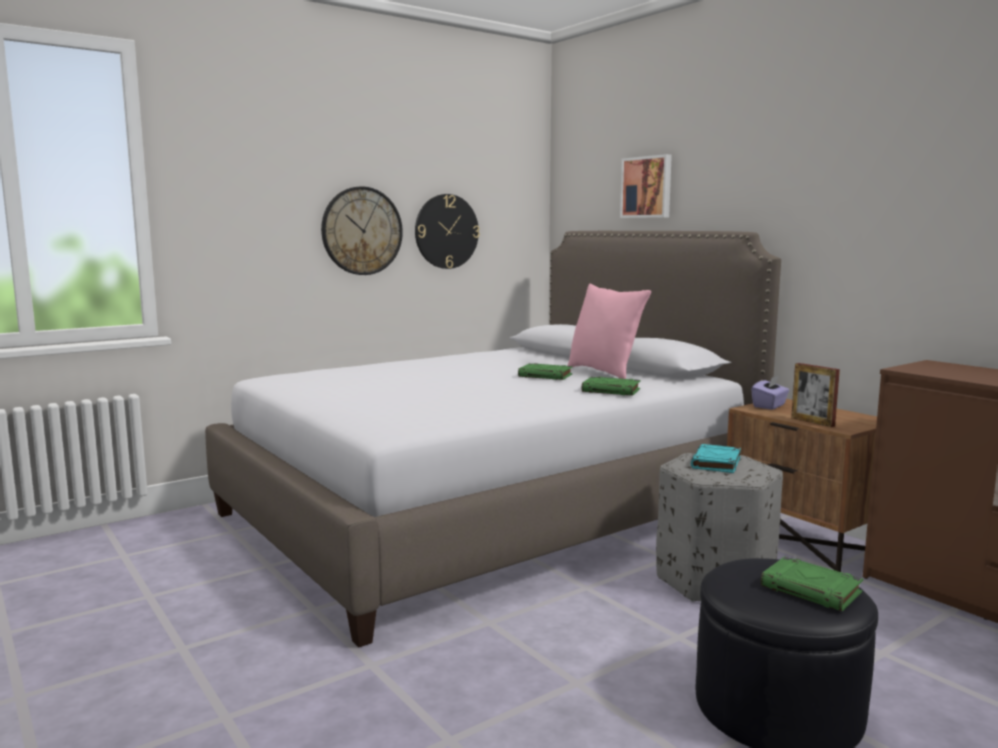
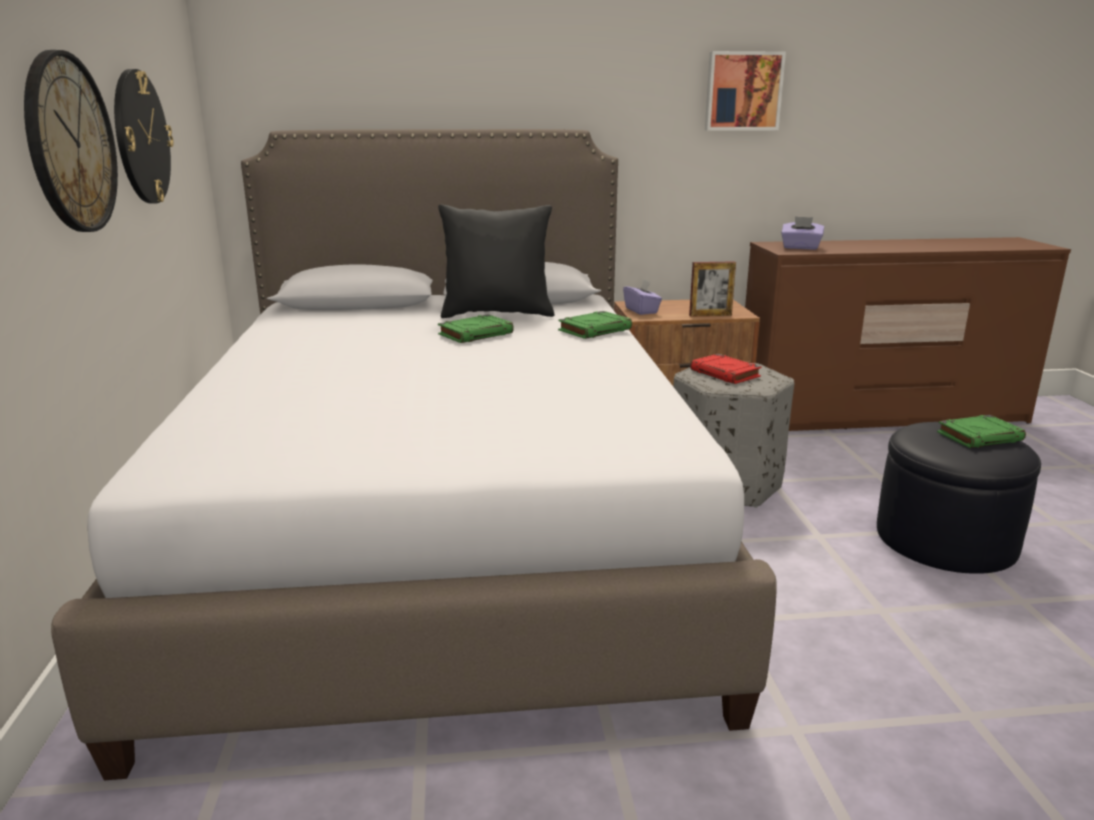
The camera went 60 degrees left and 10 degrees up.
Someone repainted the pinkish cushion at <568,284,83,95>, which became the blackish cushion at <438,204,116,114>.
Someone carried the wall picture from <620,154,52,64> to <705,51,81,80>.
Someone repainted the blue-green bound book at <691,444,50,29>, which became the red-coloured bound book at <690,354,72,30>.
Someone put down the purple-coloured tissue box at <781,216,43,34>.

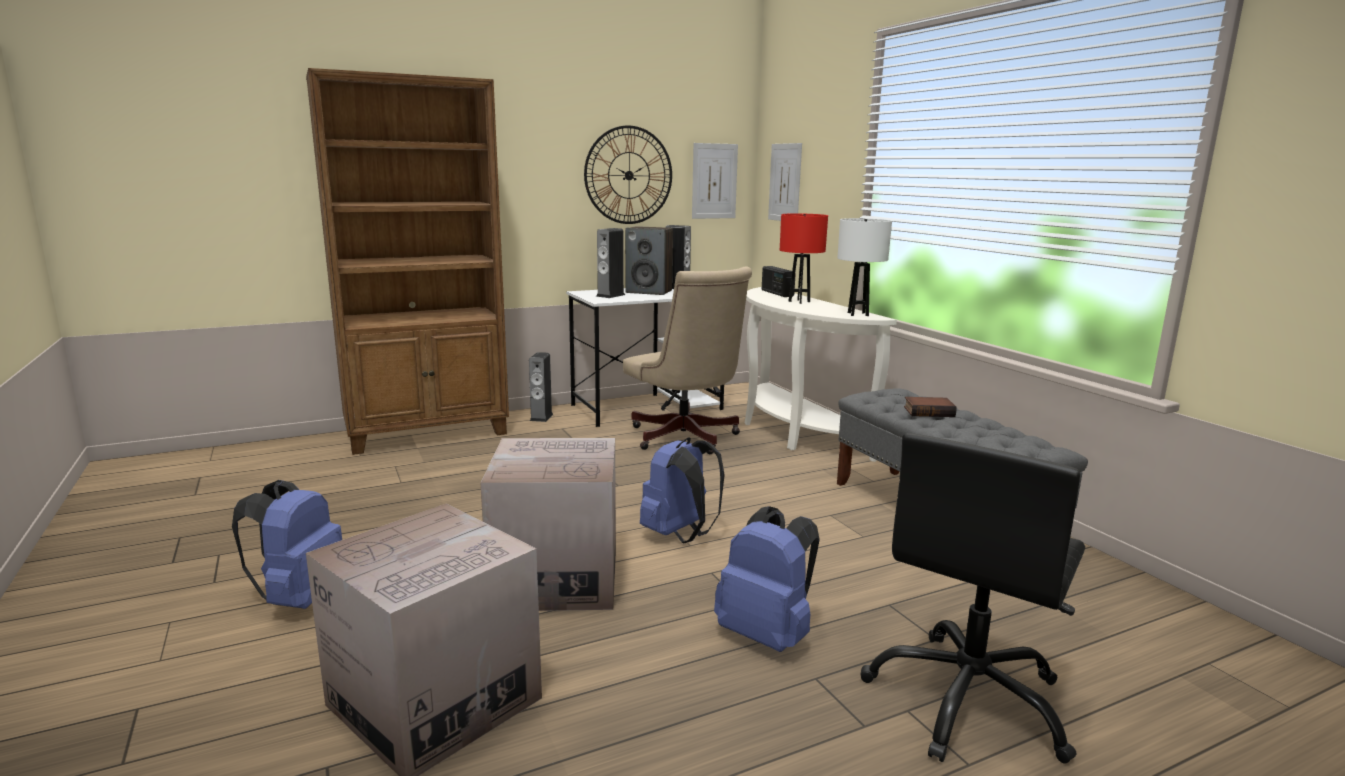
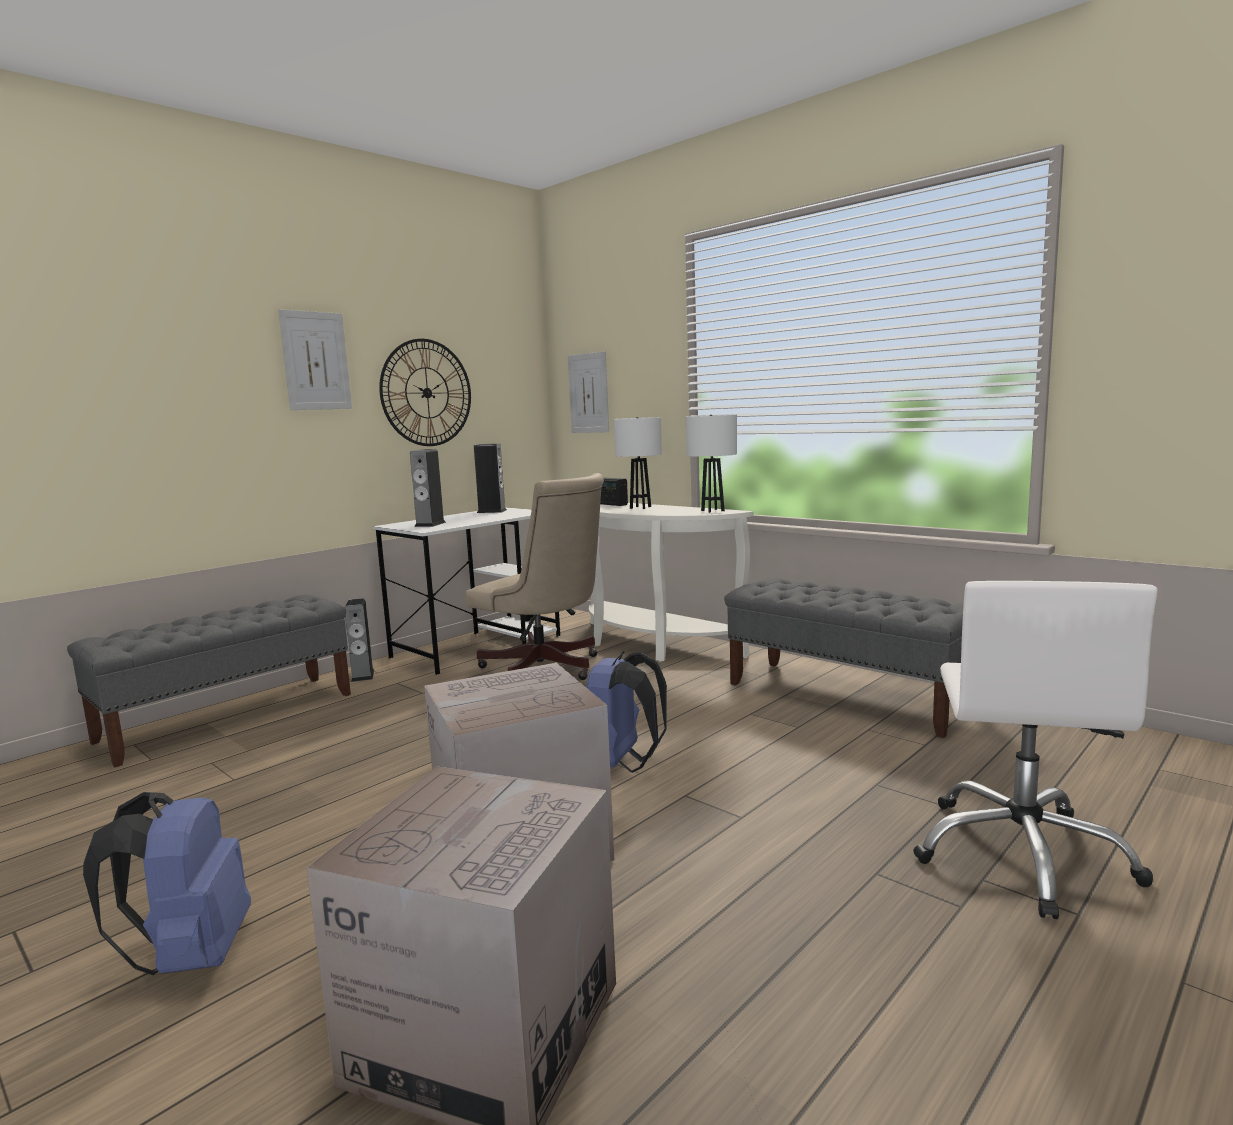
The camera went 20 degrees left and 5 degrees down.
Someone swapped the brownish bookcase at <306,68,203,387> for the greyish indoor bench at <67,595,284,172>.
Someone took away the speaker at <625,226,48,69>.
Someone carried the wall picture from <692,143,46,76> to <278,310,74,100>.
Someone took away the bluish knapsack at <714,506,106,146>.
Someone repainted the red-coloured lamp for a table at <780,213,48,91>, which became the white lamp for a table at <613,417,49,92>.
Someone repainted the blackish office chair at <861,433,224,330>, which became the white office chair at <913,581,245,338>.
Someone took away the bound book at <904,397,52,20>.

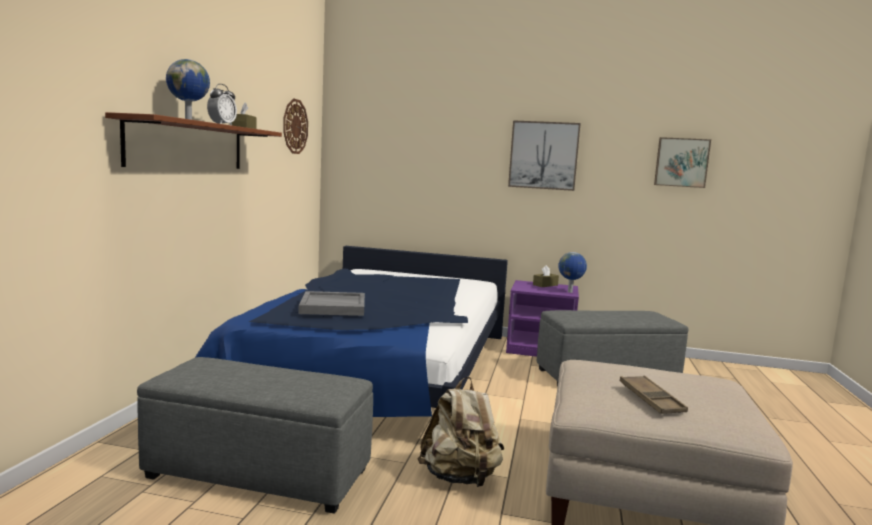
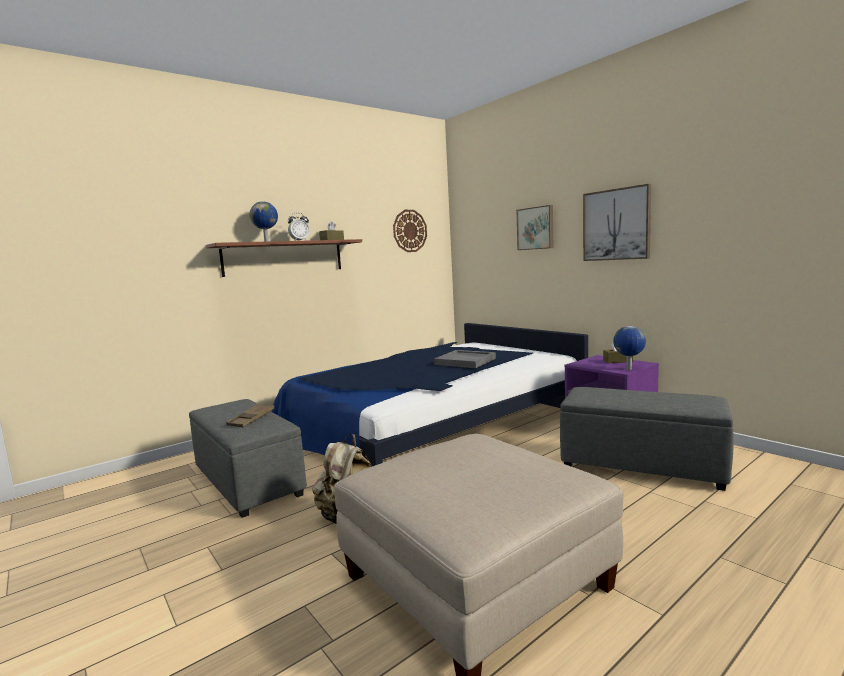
The camera went 40 degrees right and 0 degrees up.
Someone carried the greyish carrying tray from <298,291,67,25> to <434,350,62,18>.
Someone carried the brownish carrying tray from <620,376,68,38> to <226,404,48,23>.
Someone carried the wall picture from <654,137,57,51> to <517,205,36,45>.

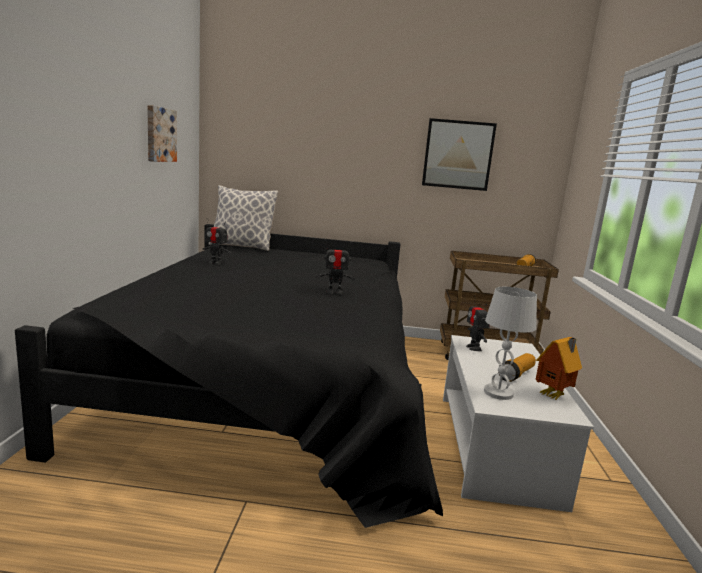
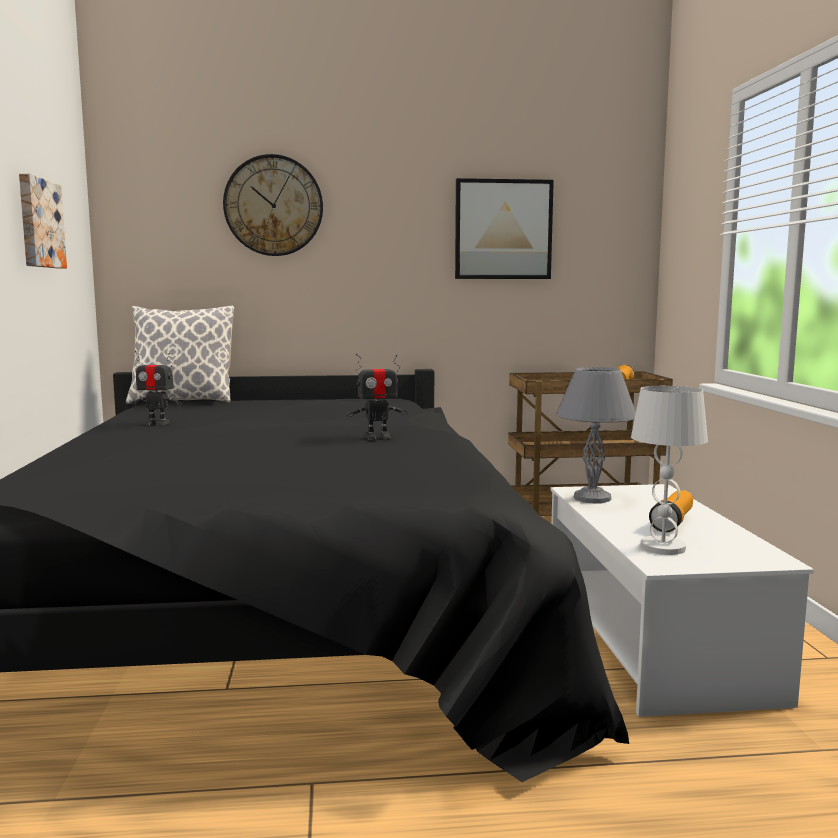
The camera went 10 degrees left and 5 degrees down.
Someone swapped the robot figure at <466,298,24,53> for the greyish lamp for a table at <556,367,80,136>.
Someone took away the miniature house at <536,337,46,63>.
Someone put up the clock on the wall at <223,154,100,102>.

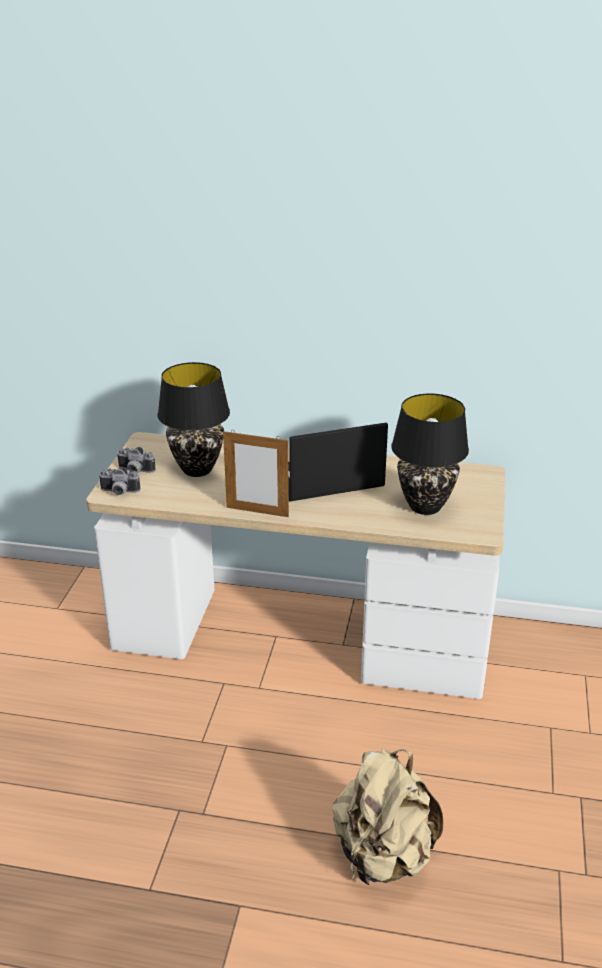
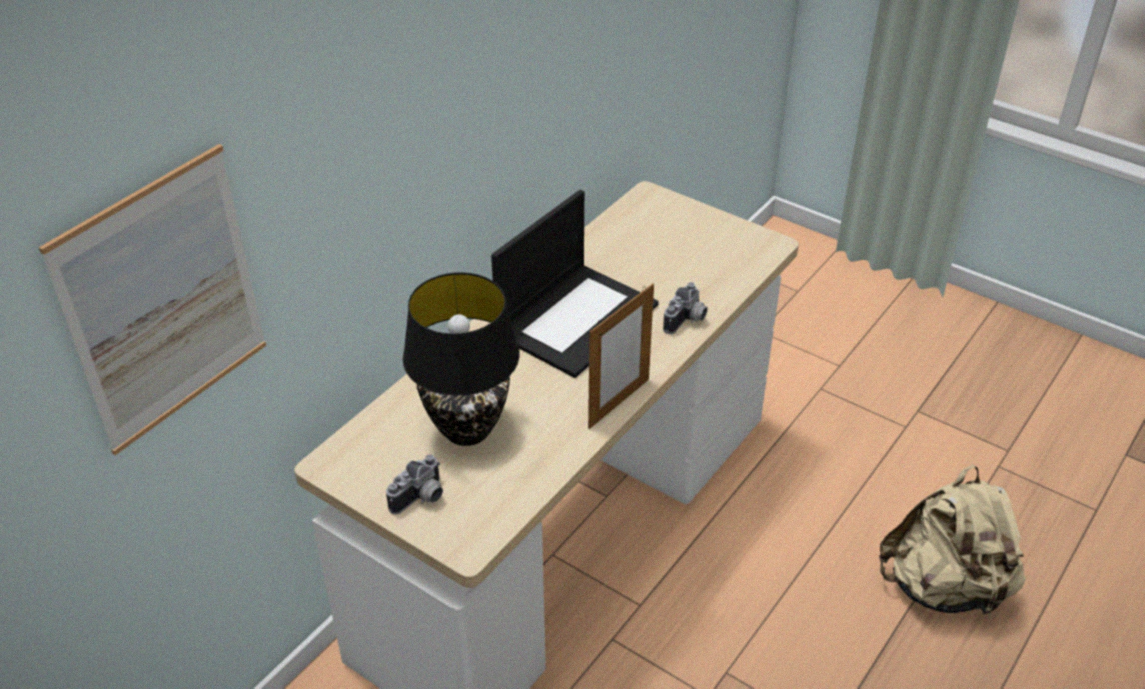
The camera went 65 degrees left and 10 degrees up.
Someone carried the photo camera from <98,467,42,28> to <663,282,45,52>.
Someone rotated the notebook computer at <288,423,100,78> by 150 degrees counterclockwise.
Someone took away the blackish lamp for a table at <391,393,78,122>.
Someone put up the wall picture at <39,144,227,311>.

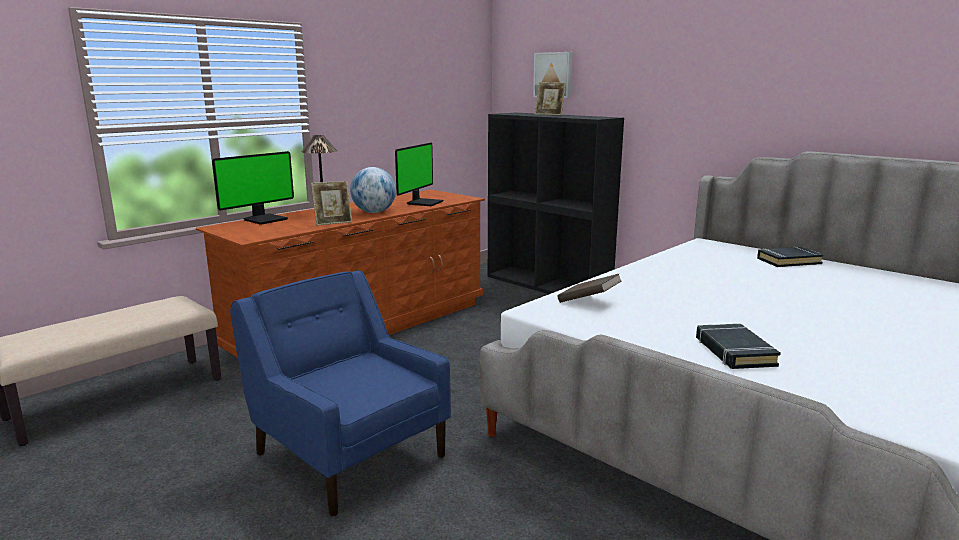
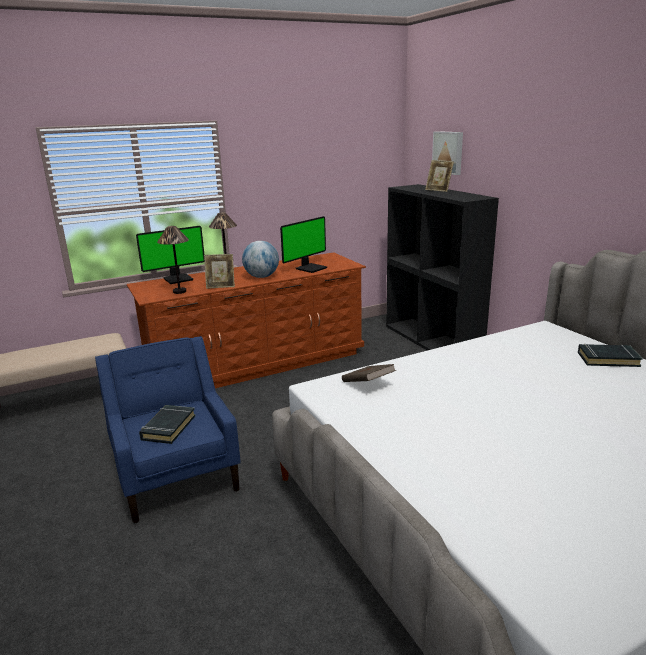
The camera went 20 degrees right and 5 degrees up.
Someone carried the blackish bound book from <696,324,85,45> to <139,405,56,39>.
Someone put down the lamp for a table at <157,226,32,68>.

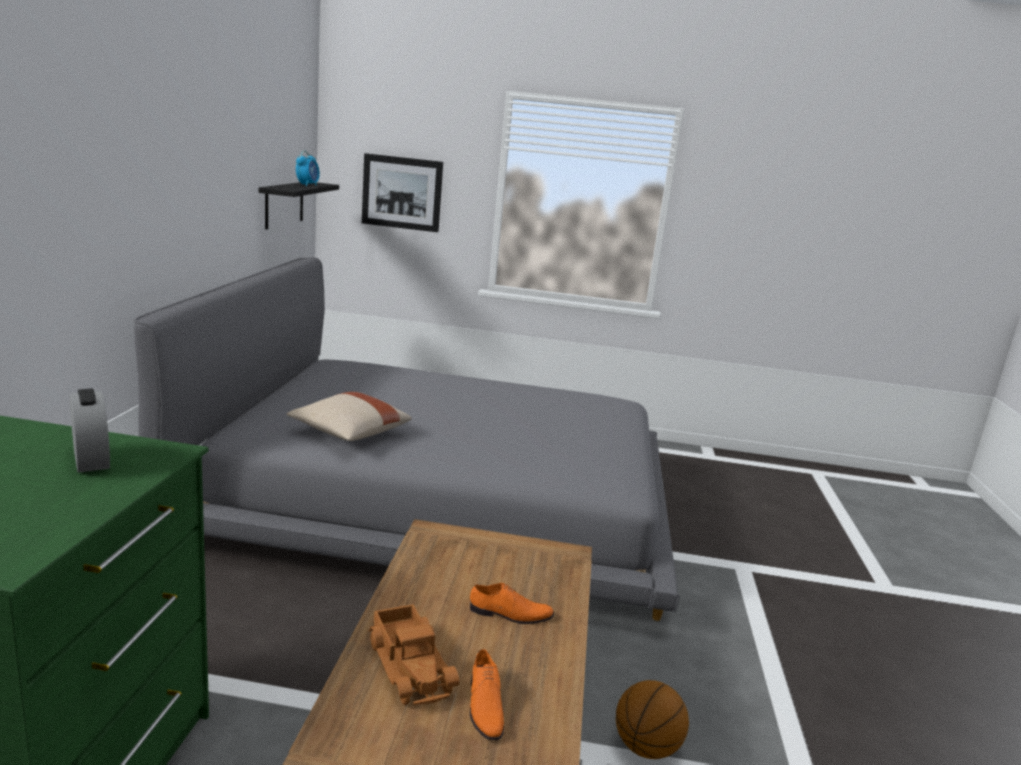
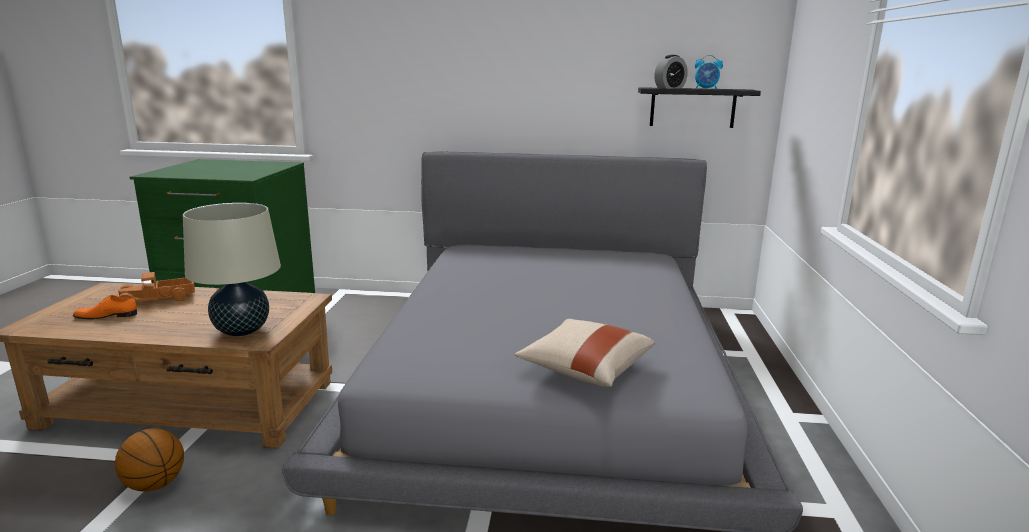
The camera went 90 degrees right and 0 degrees up.
Someone carried the table clock from <70,388,40,85> to <654,55,34,34>.
Someone carried the beige cushion from <287,392,125,49> to <515,319,140,68>.
Someone took away the wall picture at <362,153,81,79>.
Someone took away the orangey low shoe at <470,583,84,41>.
Someone put down the beige lamp for a table at <183,203,98,133>.

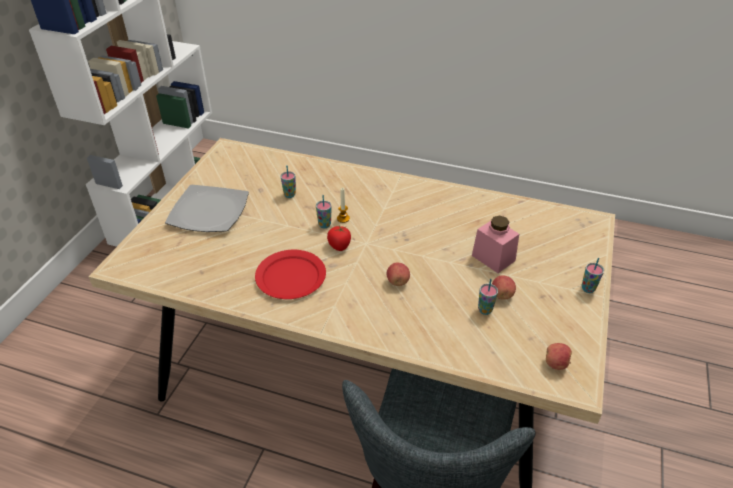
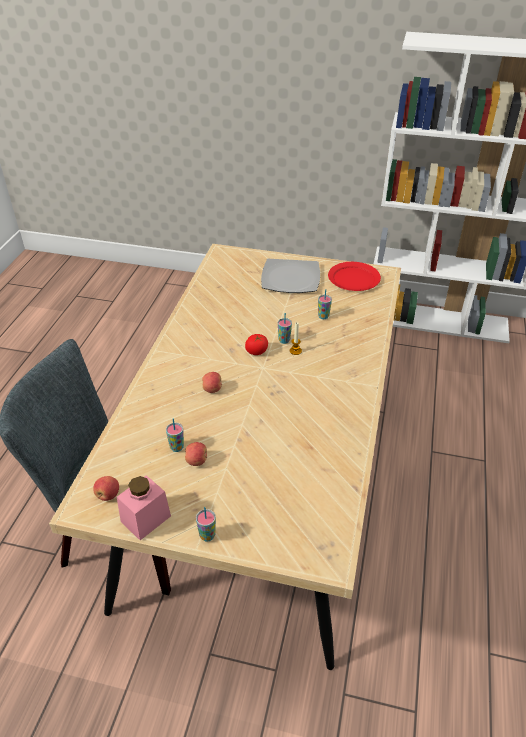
The camera went 85 degrees right and 0 degrees up.
Someone carried the red-coloured flat dish from <255,250,71,49> to <328,262,53,29>.
Someone carried the pinkish preserve jar from <472,216,47,57> to <117,475,54,65>.

